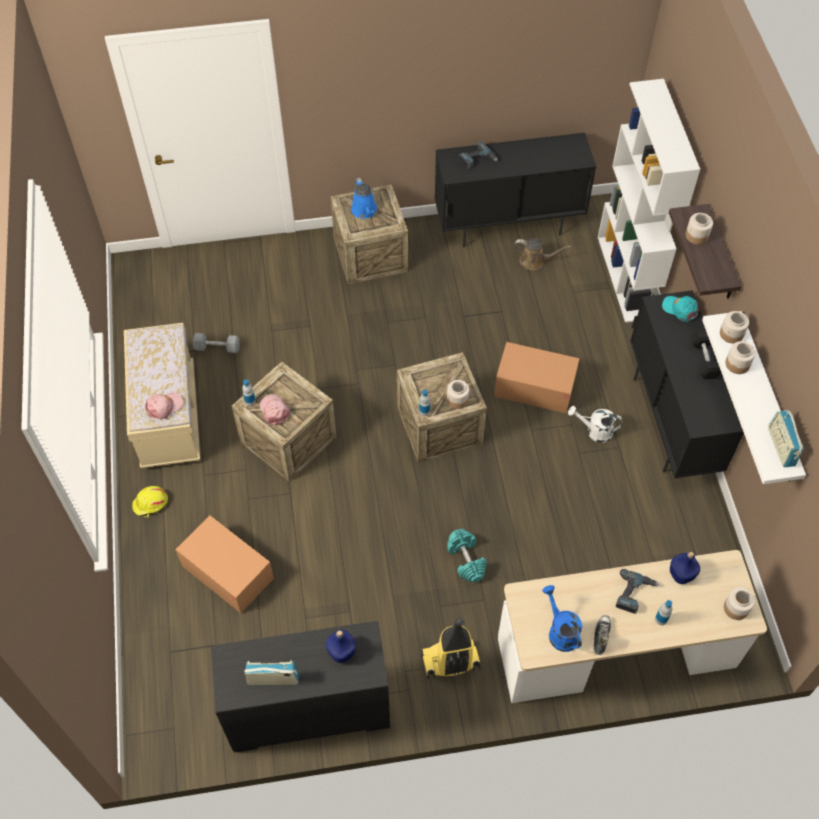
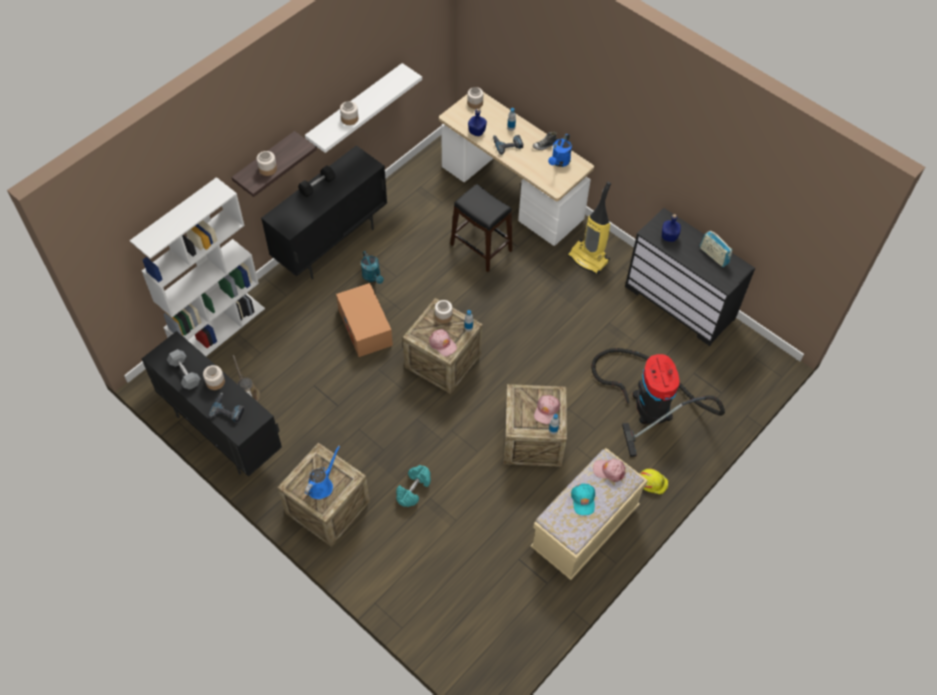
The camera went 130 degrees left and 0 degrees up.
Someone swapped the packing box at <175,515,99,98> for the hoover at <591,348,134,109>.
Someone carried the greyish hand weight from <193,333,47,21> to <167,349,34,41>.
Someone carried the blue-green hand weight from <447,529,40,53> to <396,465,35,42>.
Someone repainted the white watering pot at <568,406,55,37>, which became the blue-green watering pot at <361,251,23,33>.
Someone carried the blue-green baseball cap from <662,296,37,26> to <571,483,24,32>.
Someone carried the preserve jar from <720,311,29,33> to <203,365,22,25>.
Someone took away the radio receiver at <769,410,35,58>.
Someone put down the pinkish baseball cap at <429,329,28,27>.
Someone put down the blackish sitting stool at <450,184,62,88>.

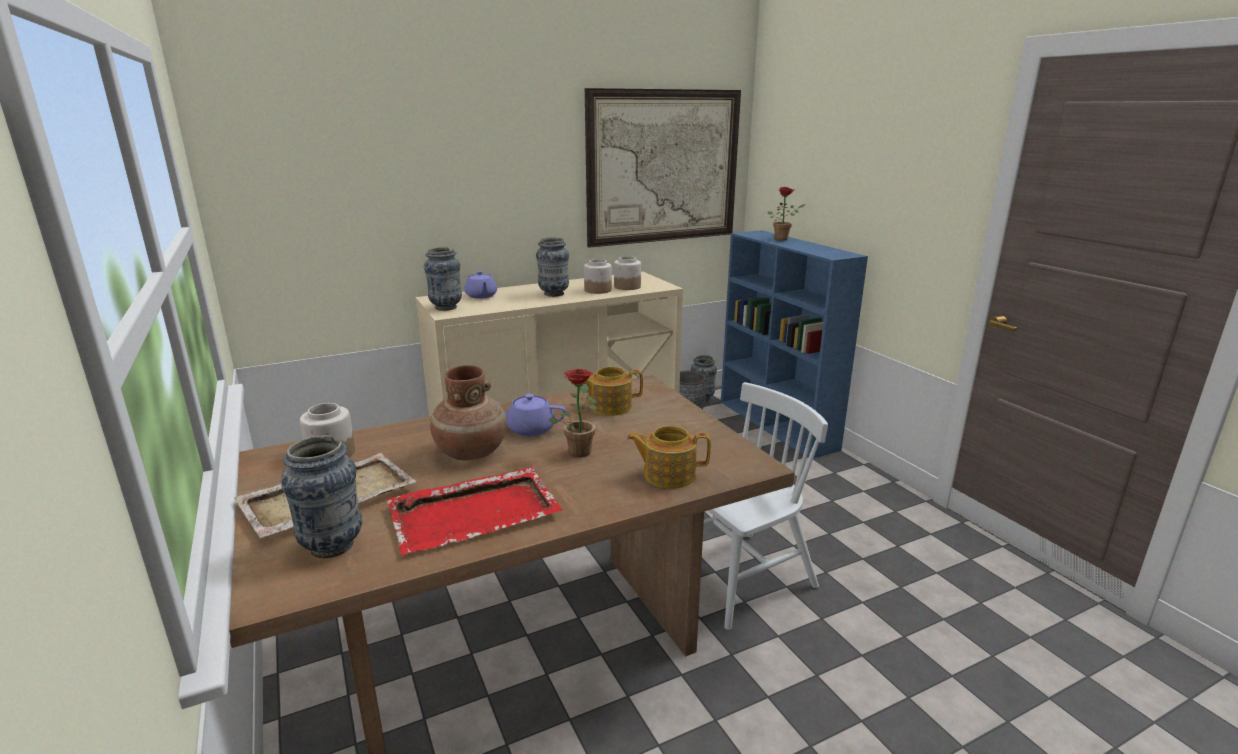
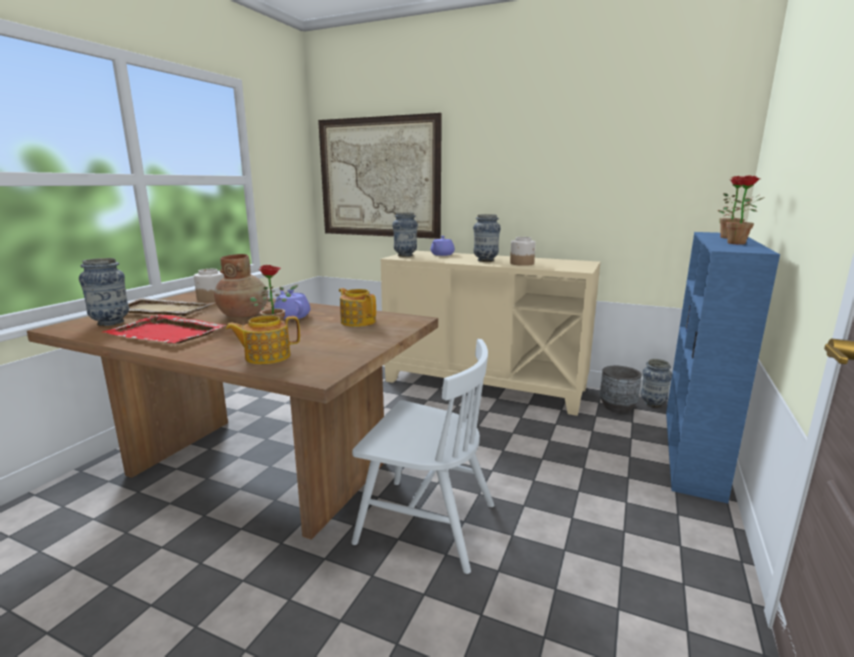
The camera went 50 degrees right and 5 degrees down.
Someone carried the wall picture from <585,88,156,160> to <318,113,124,126>.
Someone took away the preserve jar at <614,256,27,34>.
Someone rotated the tea pot at <627,426,84,63> by 75 degrees counterclockwise.
Someone put down the plant in a pot at <717,175,43,69>.

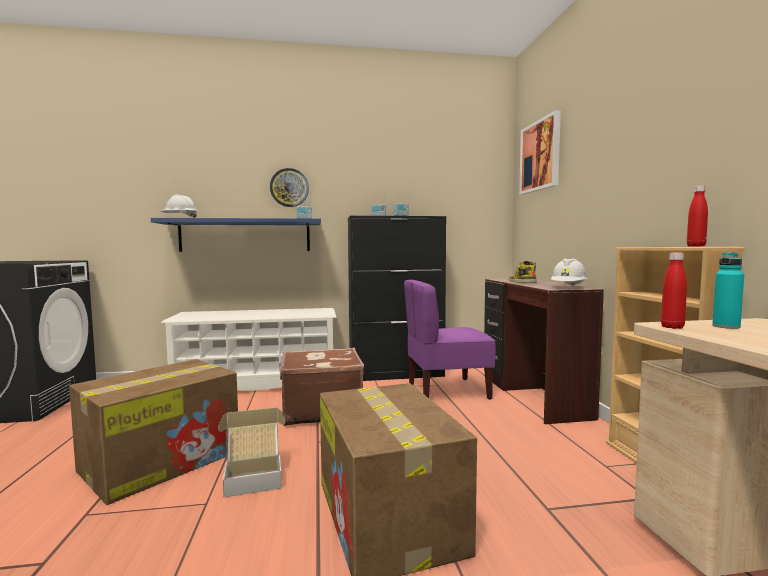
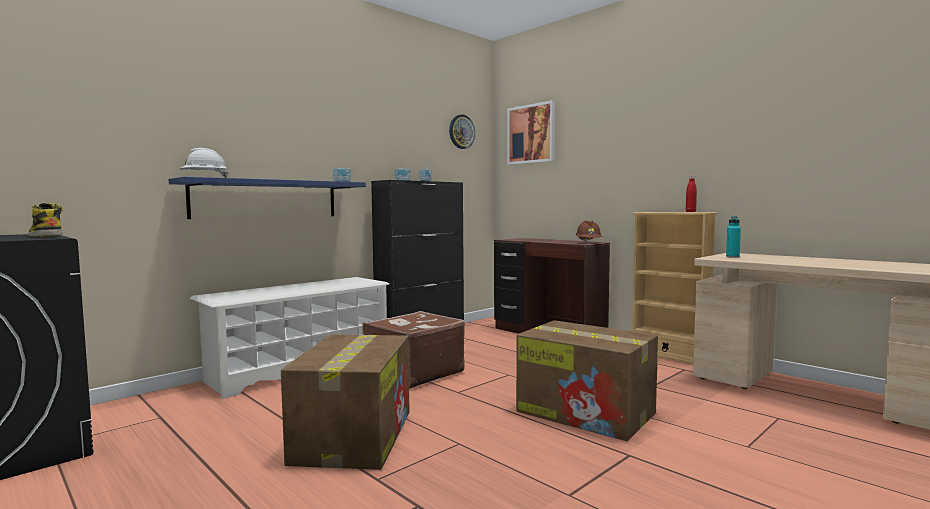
The camera went 35 degrees left and 0 degrees up.
Someone took away the packing box at <218,407,67,90>.
Someone carried the clock on the wall from <270,168,39,39> to <449,114,26,35>.
Someone took away the purple-coloured plain chair at <404,280,92,120>.
Someone carried the tall boot from <508,261,29,22> to <28,203,34,34>.
Someone repainted the white work helmet at <551,259,37,27>, which became the brownish work helmet at <575,221,27,20>.
Someone took away the red-coloured beverage bottle at <661,253,26,76>.

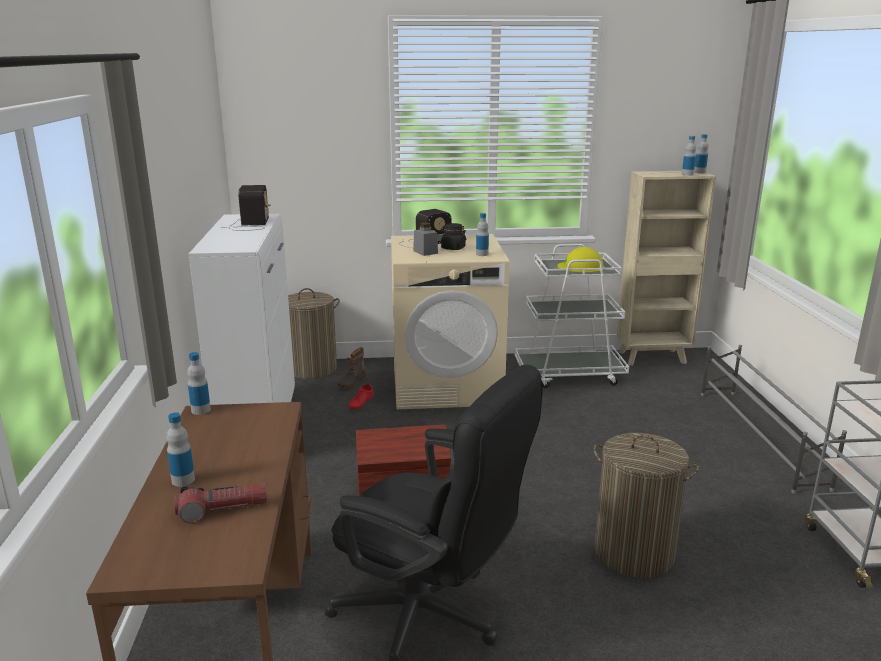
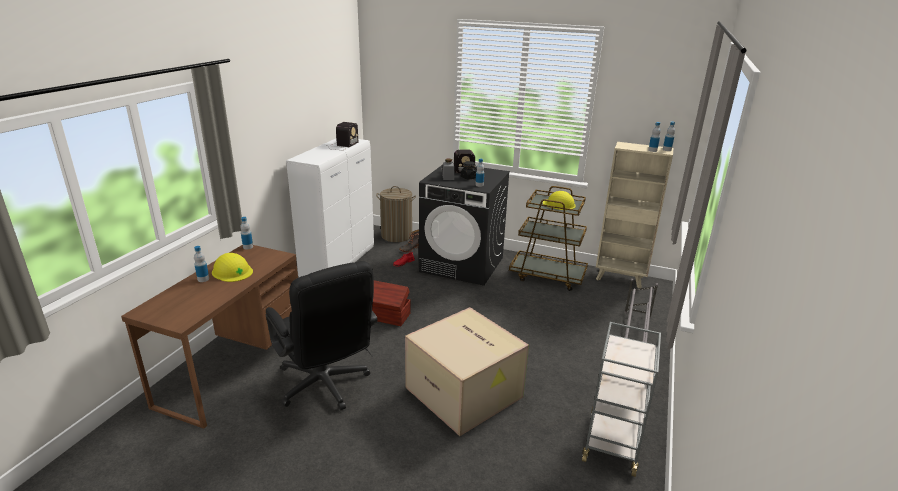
The camera went 25 degrees right and 5 degrees up.
Someone took away the torch at <174,483,93,40>.
Someone repainted the beige laundry appliance at <391,234,118,175>, which became the blackish laundry appliance at <419,163,91,123>.
Someone repainted the white cart at <515,244,114,144>, which became the brownish cart at <509,186,79,105>.
Someone swapped the washing basket at <594,433,105,145> for the packing box at <405,307,124,129>.
Someone put down the yellow work helmet at <212,253,41,29>.

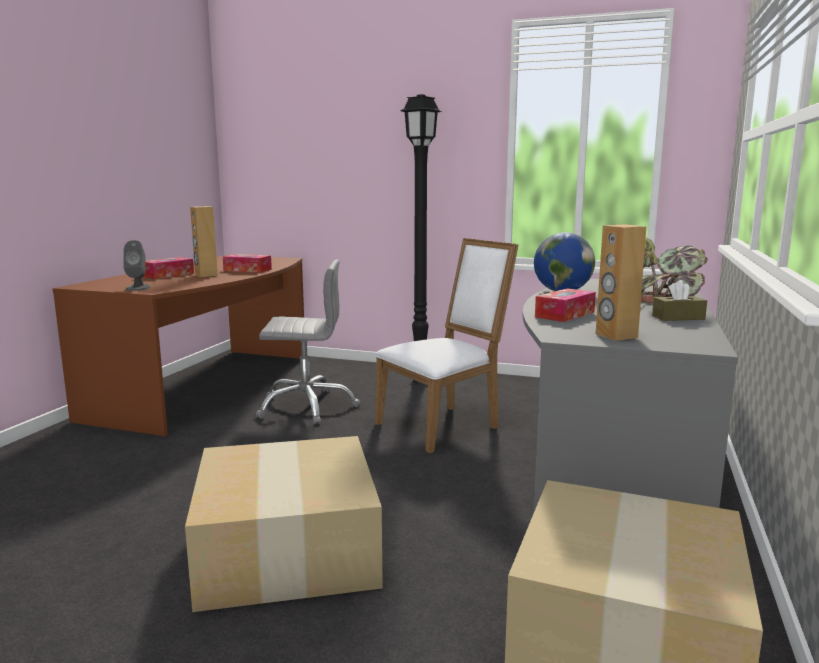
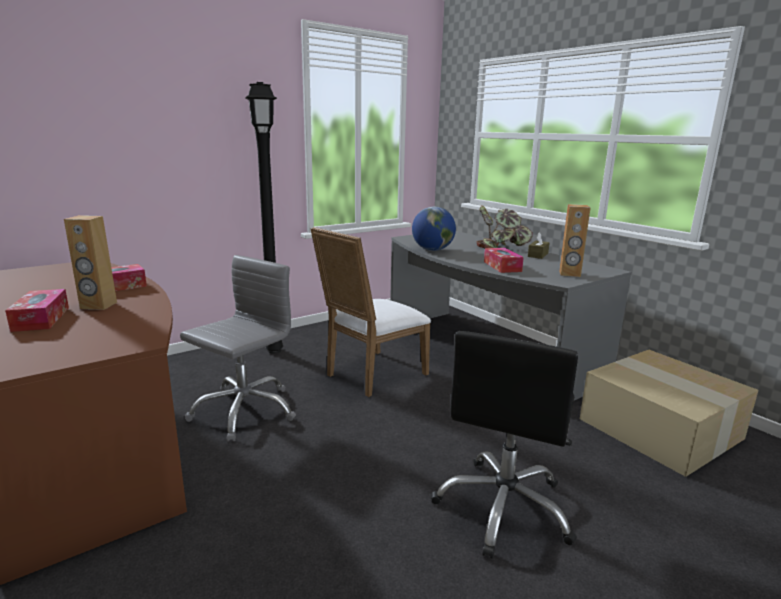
The camera went 55 degrees left and 5 degrees up.
Someone took away the greyish speaker at <123,240,28,51>.
Someone swapped the packing box at <185,436,198,176> for the blackish office chair at <431,331,147,228>.
Someone rotated the white plain chair at <375,238,144,215> by 135 degrees counterclockwise.

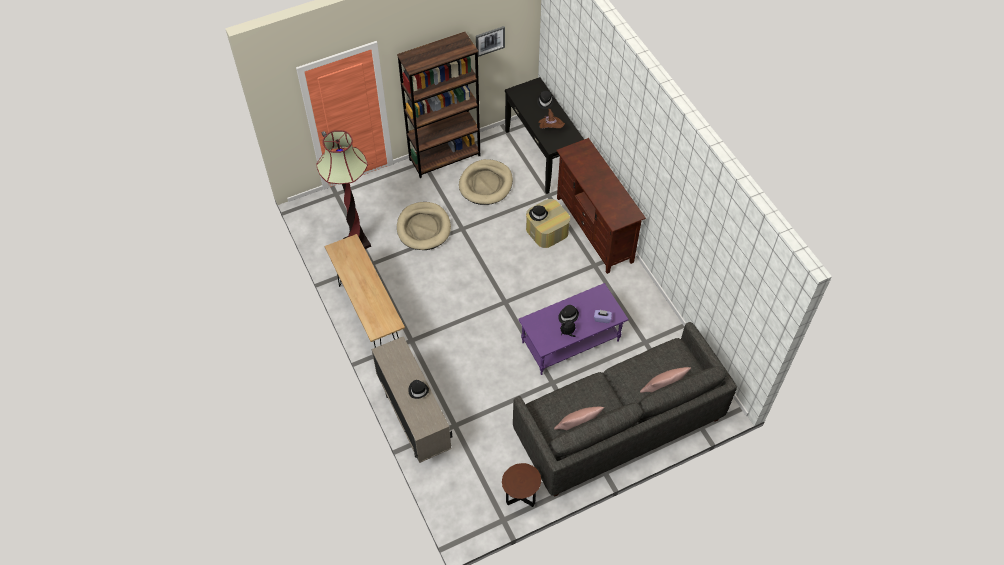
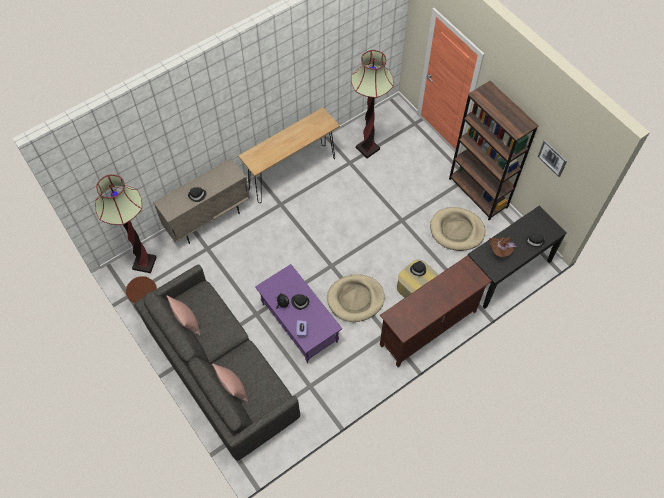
The camera went 80 degrees right and 5 degrees up.
Someone carried the beige dog bed from <397,202,54,48> to <327,274,58,48>.
Someone put down the floor lamp at <95,174,62,99>.

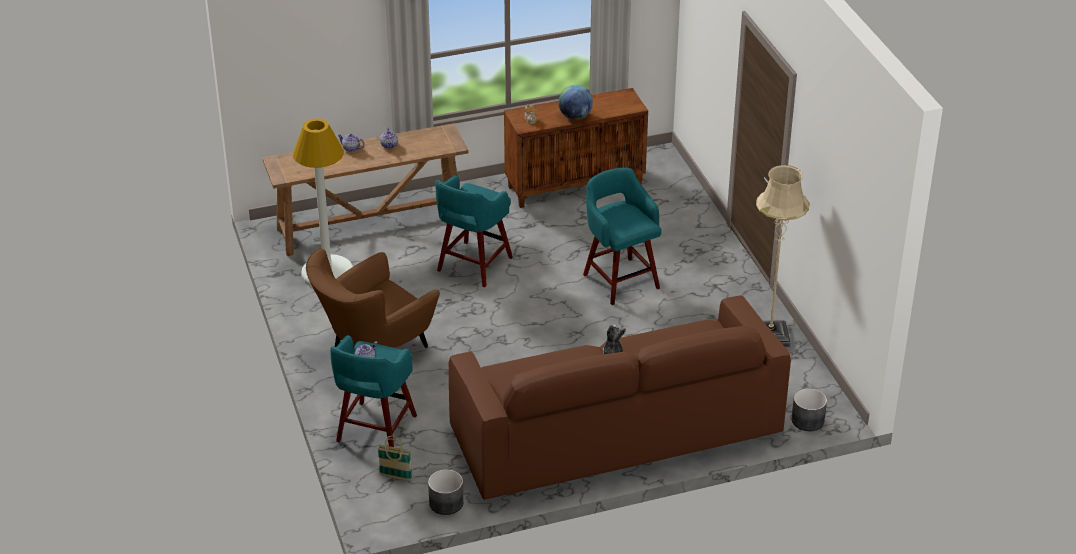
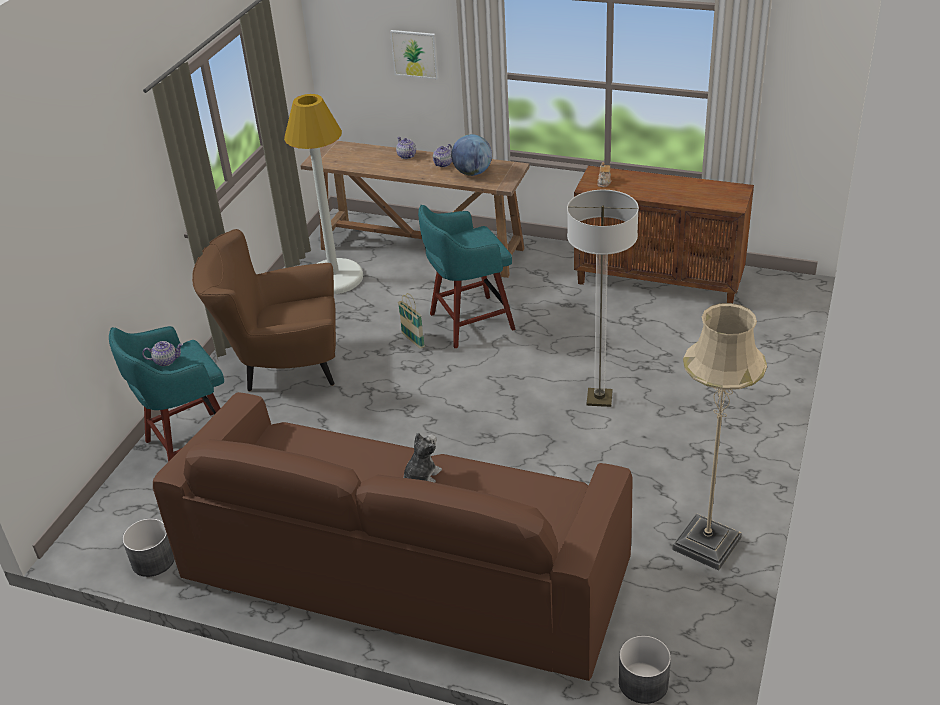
The camera went 40 degrees right and 0 degrees up.
Someone carried the storage basket from <377,436,36,45> to <398,293,27,56>.
Someone carried the world globe from <558,85,35,35> to <451,134,41,42>.
Someone swapped the blue-green sitting stool at <583,168,78,137> for the floor lamp at <567,190,72,217>.
Someone put up the wall picture at <390,30,49,49>.

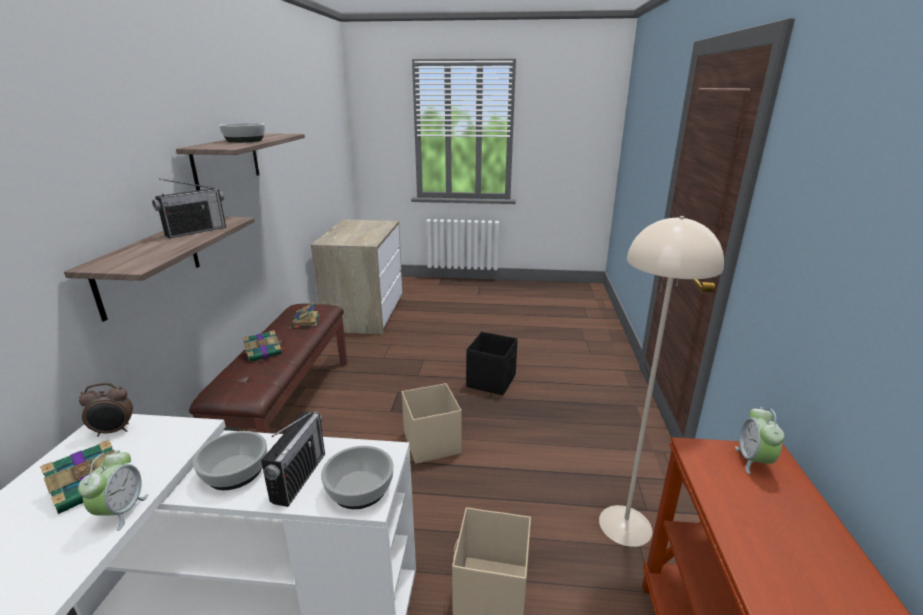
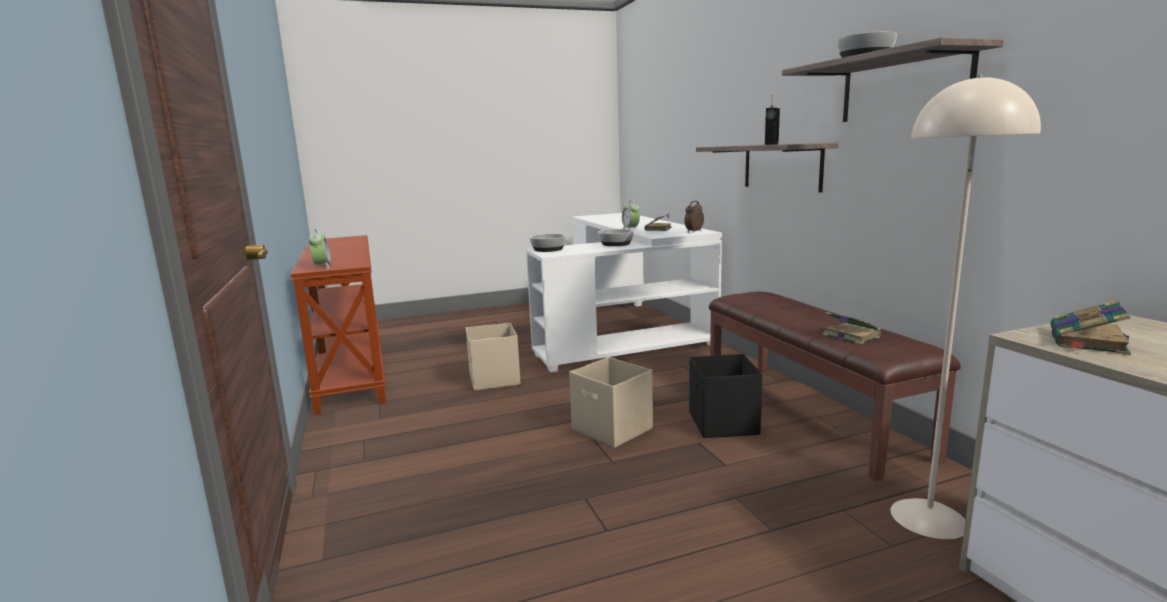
The camera went 155 degrees right and 10 degrees down.
Someone carried the bound book from <242,330,45,32> to <1050,300,81,55>.
Someone took away the radio receiver at <261,412,64,95>.
Someone carried the blackish storage container from <466,332,52,63> to <689,354,74,84>.
Someone carried the beige floor lamp from <599,216,125,331> to <890,74,151,465>.

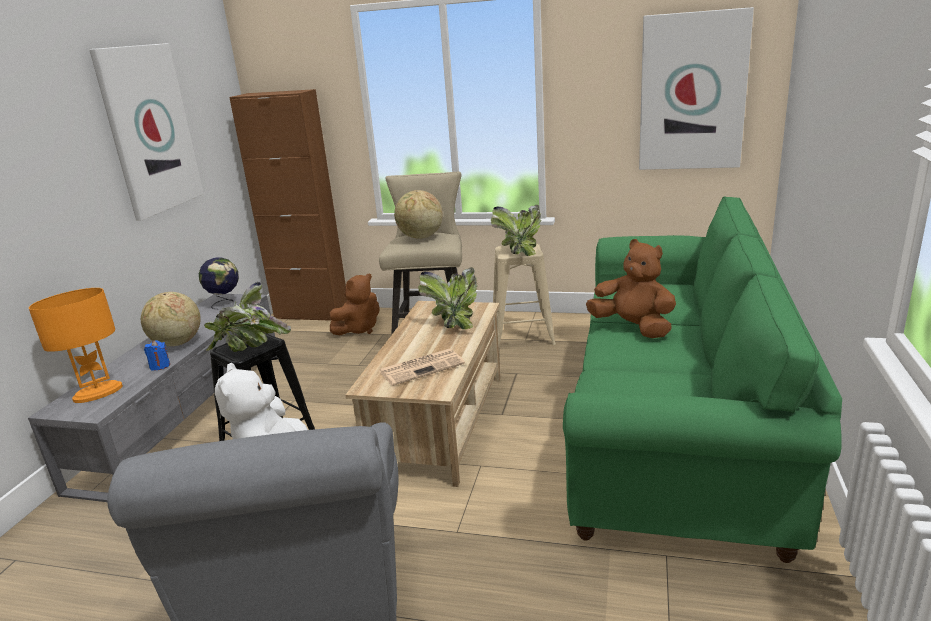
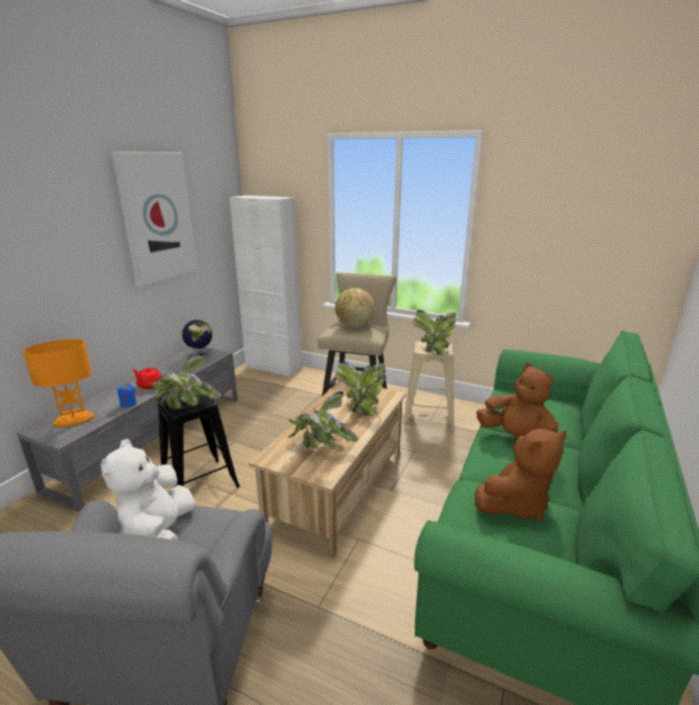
The camera went 10 degrees right and 0 degrees up.
Someone swapped the world globe at <141,292,60,54> for the red-coloured tea pot at <132,368,29,21>.
Someone repainted the brownish cabinet at <229,89,119,232>, which became the white cabinet at <229,195,73,182>.
Someone carried the brownish soft toy from <330,274,50,61> to <475,429,92,92>.
Someone swapped the daily paper at <379,349,86,37> for the plant in a pot at <287,391,71,58>.
Someone took away the wall picture at <639,7,115,163>.

